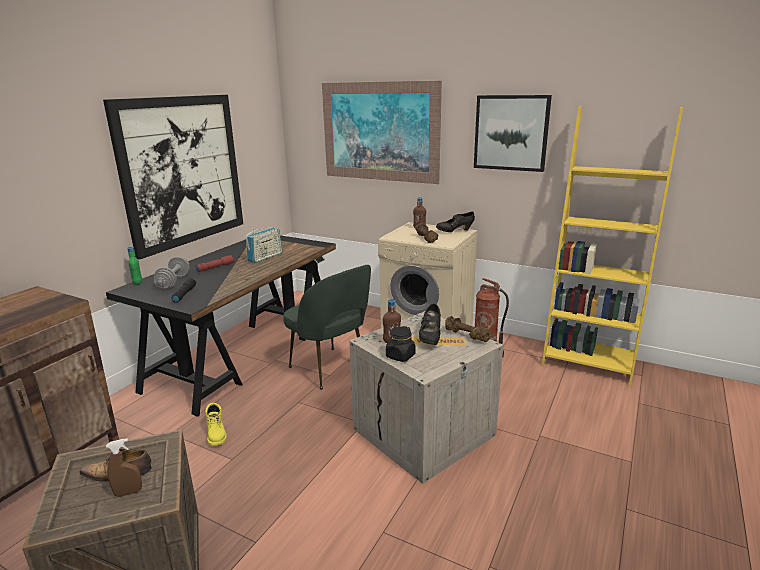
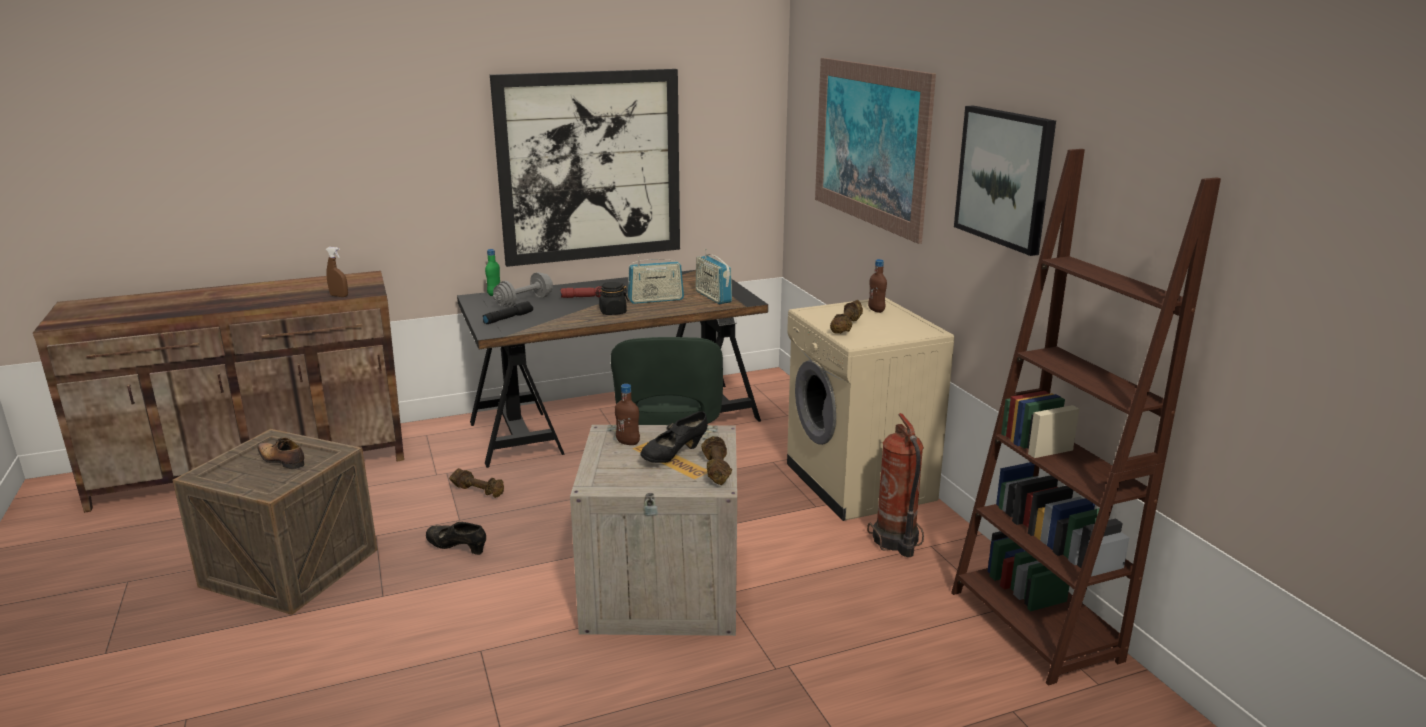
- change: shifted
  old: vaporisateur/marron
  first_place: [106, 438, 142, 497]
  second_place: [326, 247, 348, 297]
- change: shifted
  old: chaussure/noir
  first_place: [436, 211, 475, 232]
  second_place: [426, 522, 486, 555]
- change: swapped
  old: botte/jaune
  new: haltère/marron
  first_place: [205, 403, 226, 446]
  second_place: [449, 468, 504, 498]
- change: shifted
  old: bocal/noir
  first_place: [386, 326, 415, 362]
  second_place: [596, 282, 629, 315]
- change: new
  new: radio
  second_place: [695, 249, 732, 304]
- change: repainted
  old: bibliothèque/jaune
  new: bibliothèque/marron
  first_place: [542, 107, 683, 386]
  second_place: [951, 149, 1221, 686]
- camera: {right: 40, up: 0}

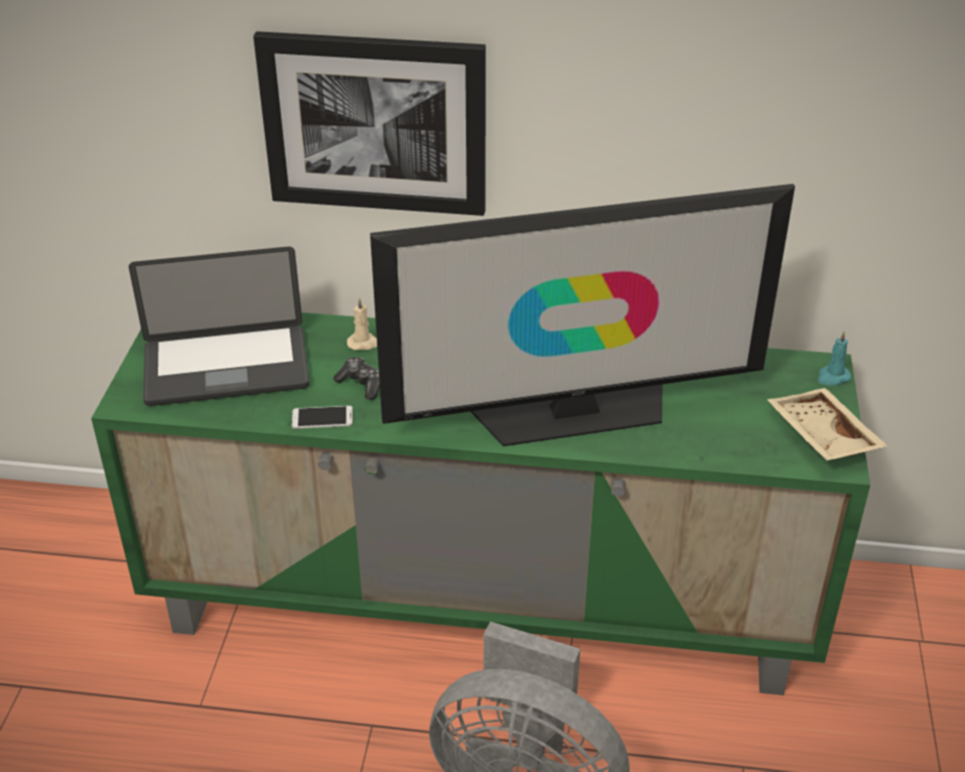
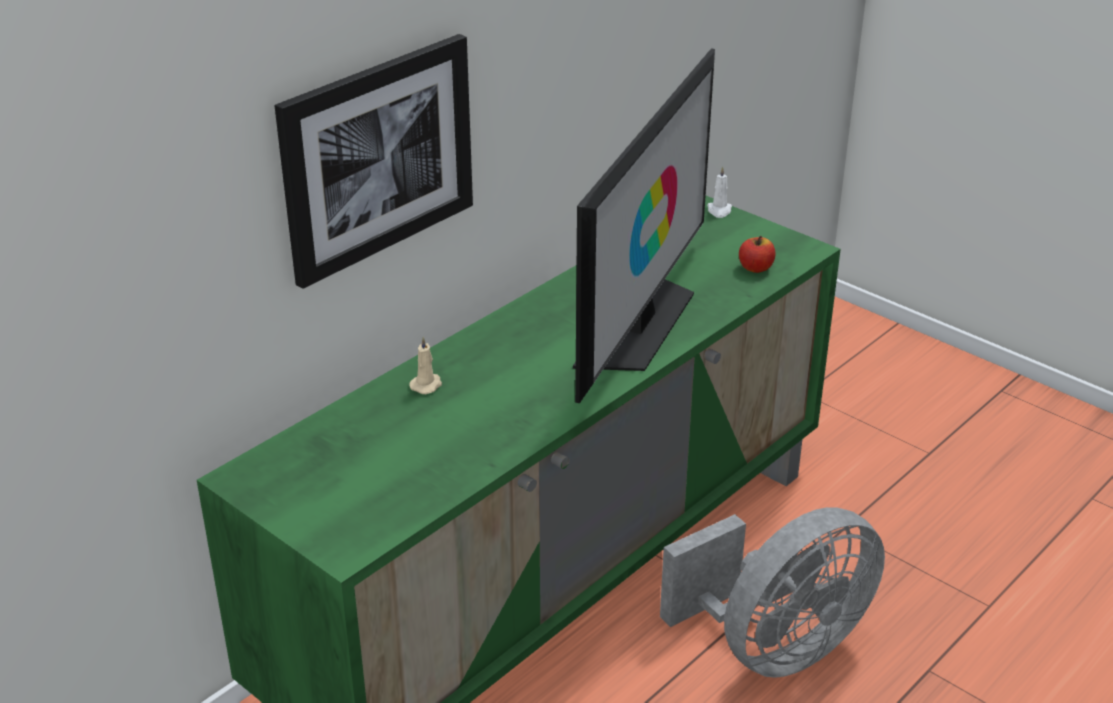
- change: repainted
  old: bougie/turquoise
  new: bougie/blanc
  first_place: [818, 331, 851, 385]
  second_place: [707, 166, 732, 218]
- change: new
  new: pomme
  second_place: [739, 236, 776, 273]
- change: gone
  old: ordinateur portable
  first_place: [129, 247, 310, 406]
- change: gone
  old: téléphone
  first_place: [292, 406, 353, 429]
- change: gone
  old: manette
  first_place: [333, 357, 380, 400]
- change: gone
  old: plateau/beige
  first_place: [767, 388, 888, 461]
- camera: {right: -55, up: -5}

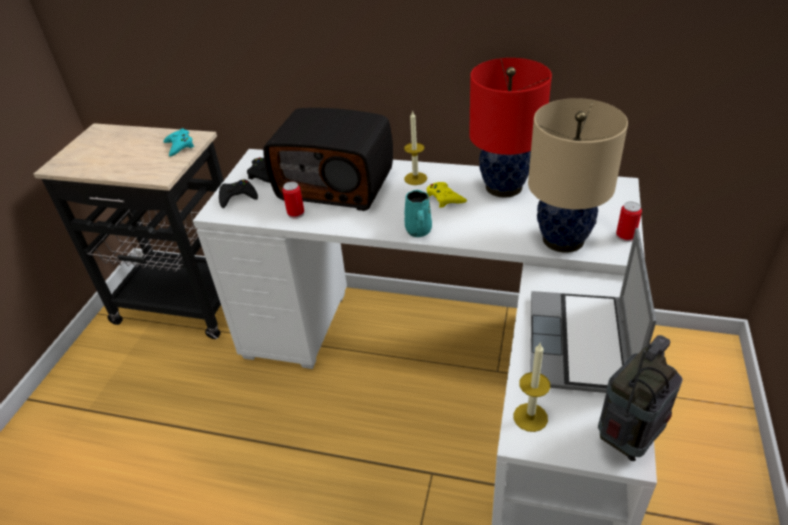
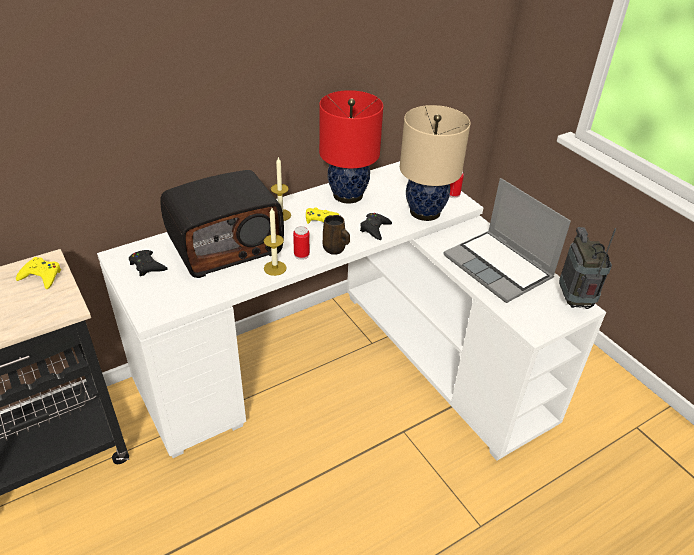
- change: repainted
  old: manette/turquoise
  new: manette/jaune
  first_place: [163, 128, 194, 156]
  second_place: [16, 257, 61, 289]
- change: shifted
  old: bougie
  first_place: [513, 342, 550, 432]
  second_place: [264, 208, 287, 276]
- change: shifted
  old: boîte métallique
  first_place: [282, 182, 304, 219]
  second_place: [293, 226, 310, 260]
- change: repainted
  old: mug/turquoise
  new: mug/marron
  first_place: [405, 190, 432, 237]
  second_place: [323, 215, 350, 255]
- change: shifted
  old: manette/noir
  first_place: [219, 179, 258, 208]
  second_place: [360, 213, 392, 240]
- camera: {right: -50, up: 0}

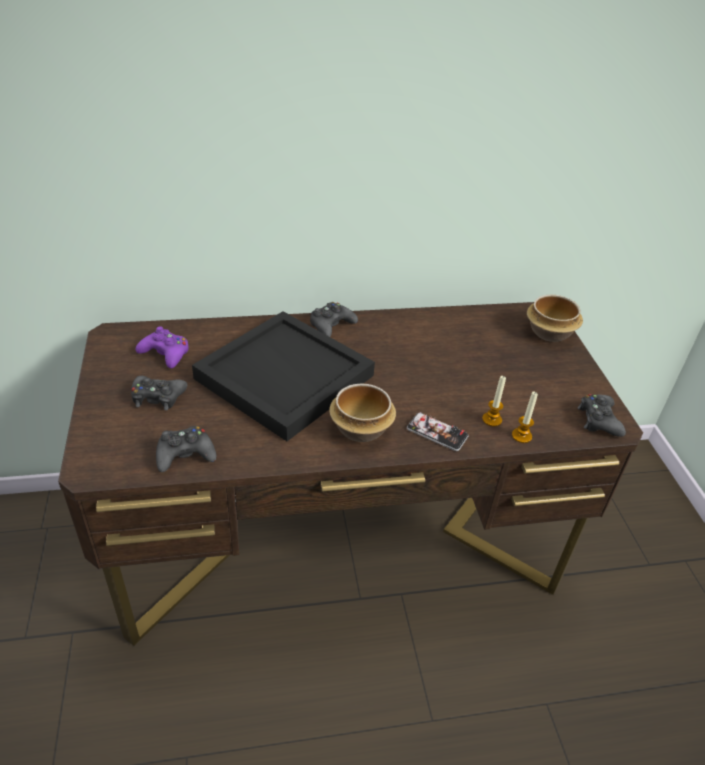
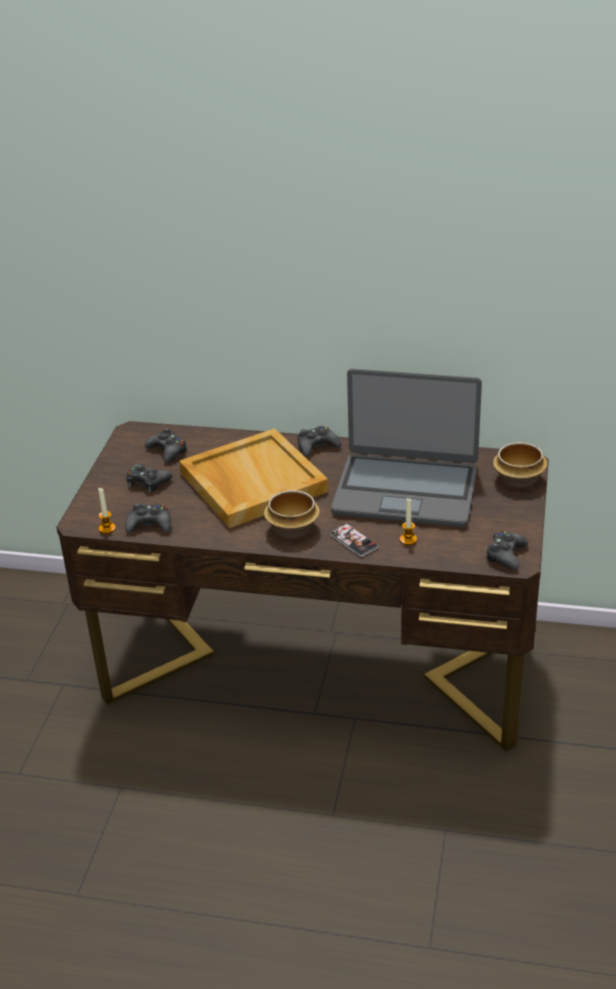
- change: shifted
  old: bougie
  first_place: [512, 391, 538, 443]
  second_place: [98, 487, 116, 534]
- change: repainted
  old: manette/violet
  new: manette/noir
  first_place: [136, 326, 189, 368]
  second_place: [145, 428, 187, 463]
- change: repainted
  old: plateau/noir
  new: plateau/beige
  first_place: [192, 311, 375, 441]
  second_place: [179, 428, 329, 528]
- change: new
  new: ordinateur portable
  second_place: [331, 369, 482, 527]
- camera: {right: 25, up: -5}

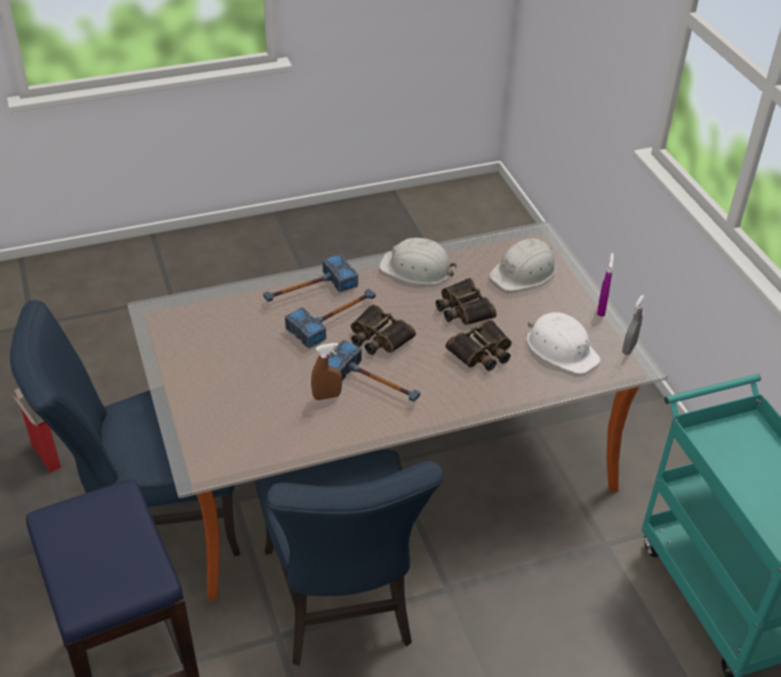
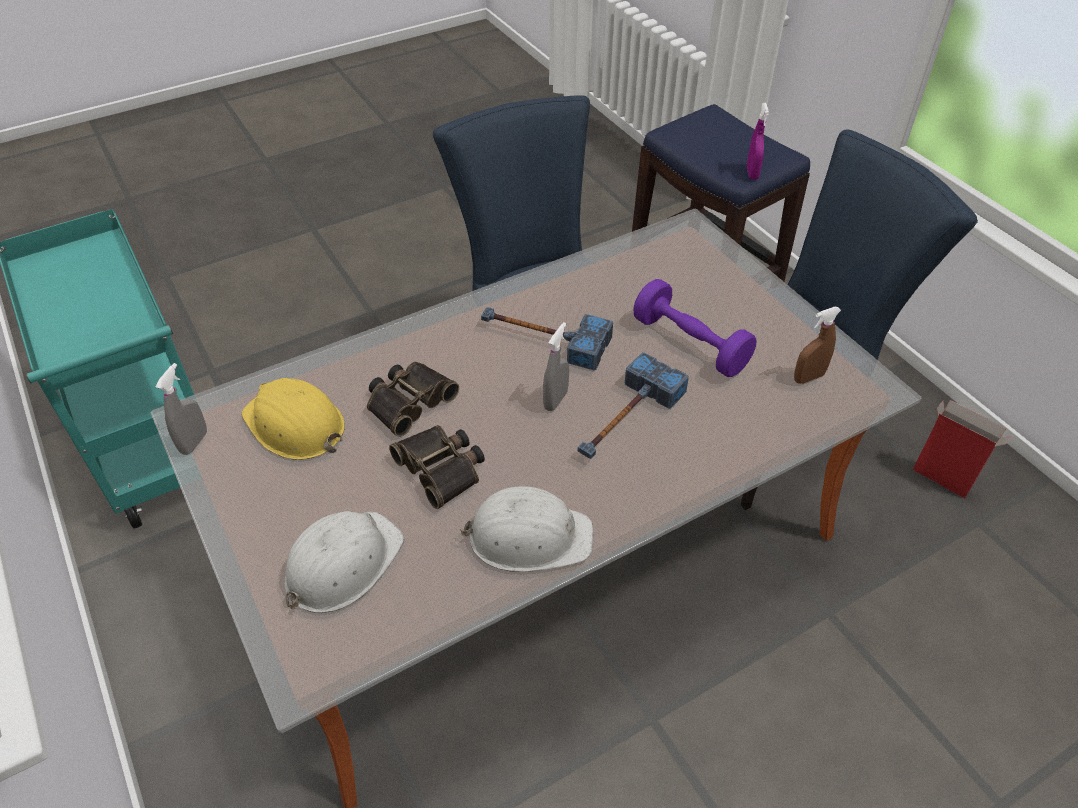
- change: repainted
  old: casque de chantier/blanc
  new: casque de chantier/jaune
  first_place: [527, 312, 601, 374]
  second_place: [242, 378, 345, 460]
- change: swapped
  old: jumelles
  new: vaporisateur/gris
  first_place: [351, 305, 416, 355]
  second_place: [543, 322, 569, 411]
- change: new
  new: haltère/violet
  second_place: [633, 279, 756, 377]
- change: shifted
  old: vaporisateur/violet
  first_place: [597, 253, 614, 317]
  second_place: [747, 103, 769, 180]
- change: shifted
  old: vaporisateur/marron
  first_place: [311, 343, 342, 400]
  second_place: [794, 306, 841, 384]
- change: gone
  old: marteau
  first_place: [263, 254, 358, 302]
- camera: {right: 170, up: 5}

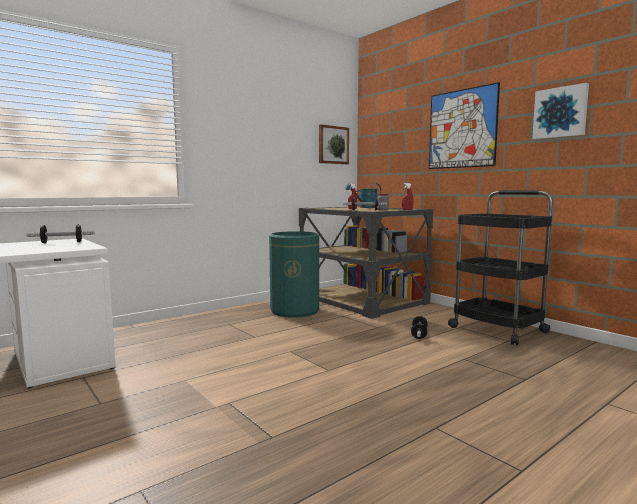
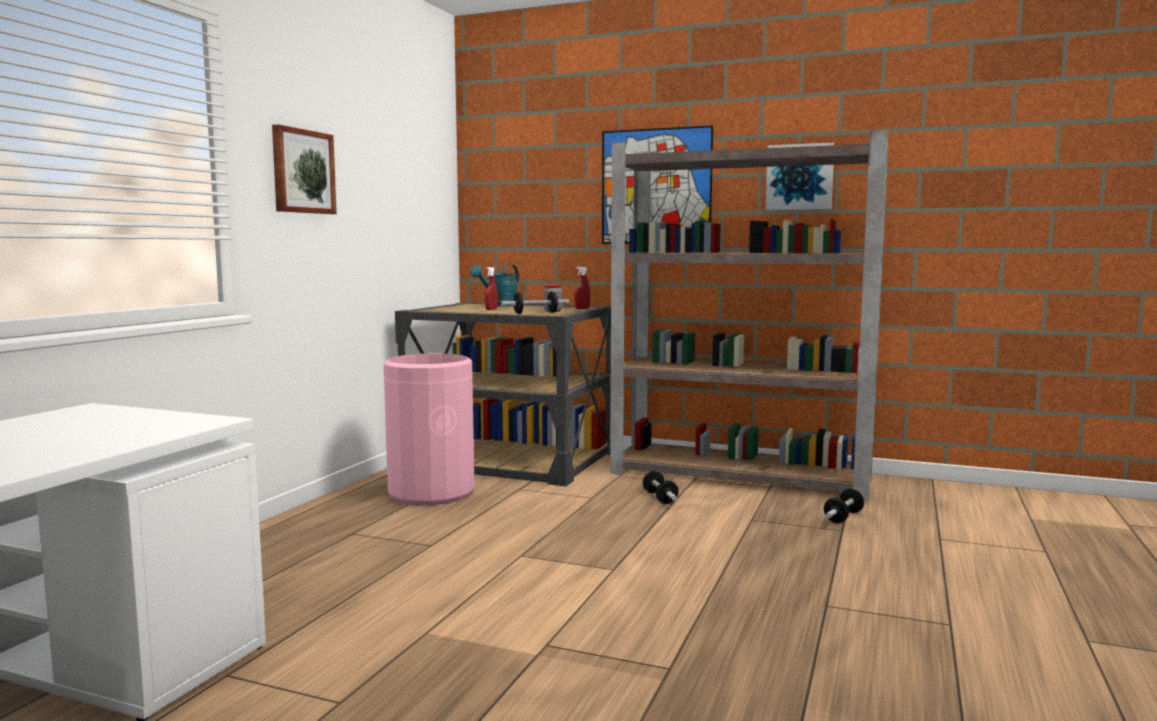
- change: shifted
  old: tableau
  first_place: [319, 124, 349, 164]
  second_place: [272, 125, 337, 214]
- change: repainted
  old: poubelle/vert
  new: poubelle/rose
  first_place: [269, 231, 319, 318]
  second_place: [384, 353, 474, 506]
- change: swapped
  old: chariot/noir
  new: bibliothèque/marron
  first_place: [448, 190, 552, 345]
  second_place: [610, 130, 889, 501]
- change: shifted
  old: haltère
  first_place: [26, 224, 95, 244]
  second_place: [824, 489, 864, 523]
- camera: {right: -30, up: 0}

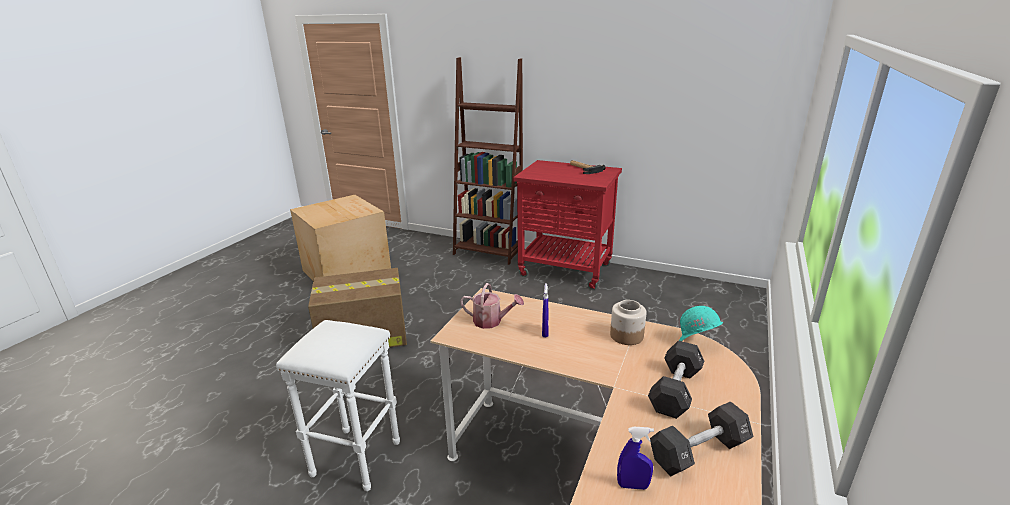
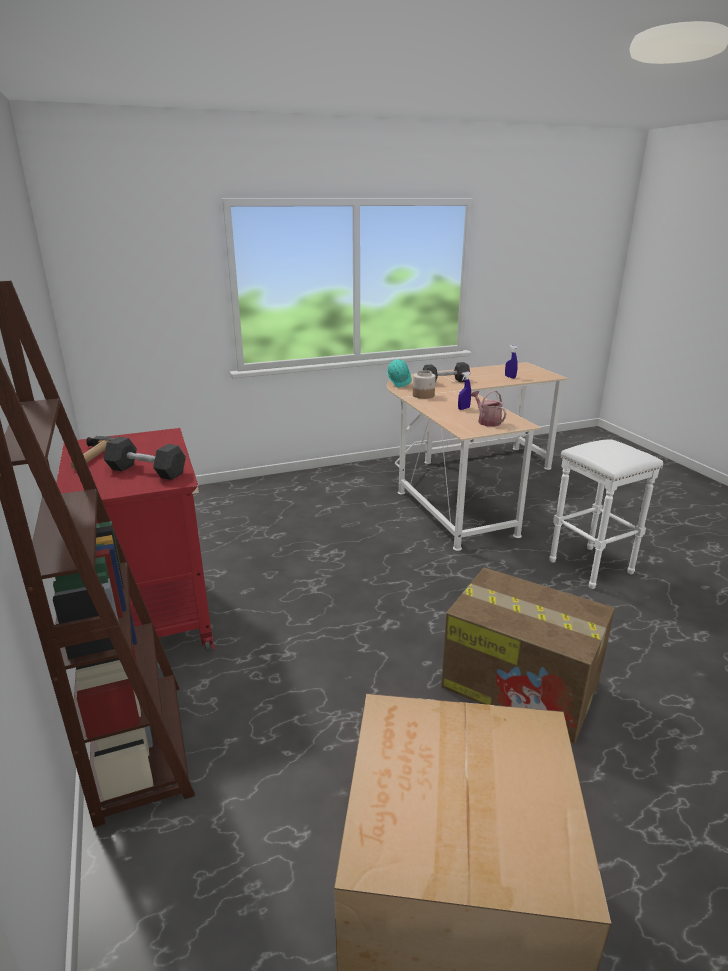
- change: shifted
  old: haltère/noir
  first_place: [650, 401, 754, 476]
  second_place: [104, 437, 186, 480]
- camera: {right: -135, up: 0}

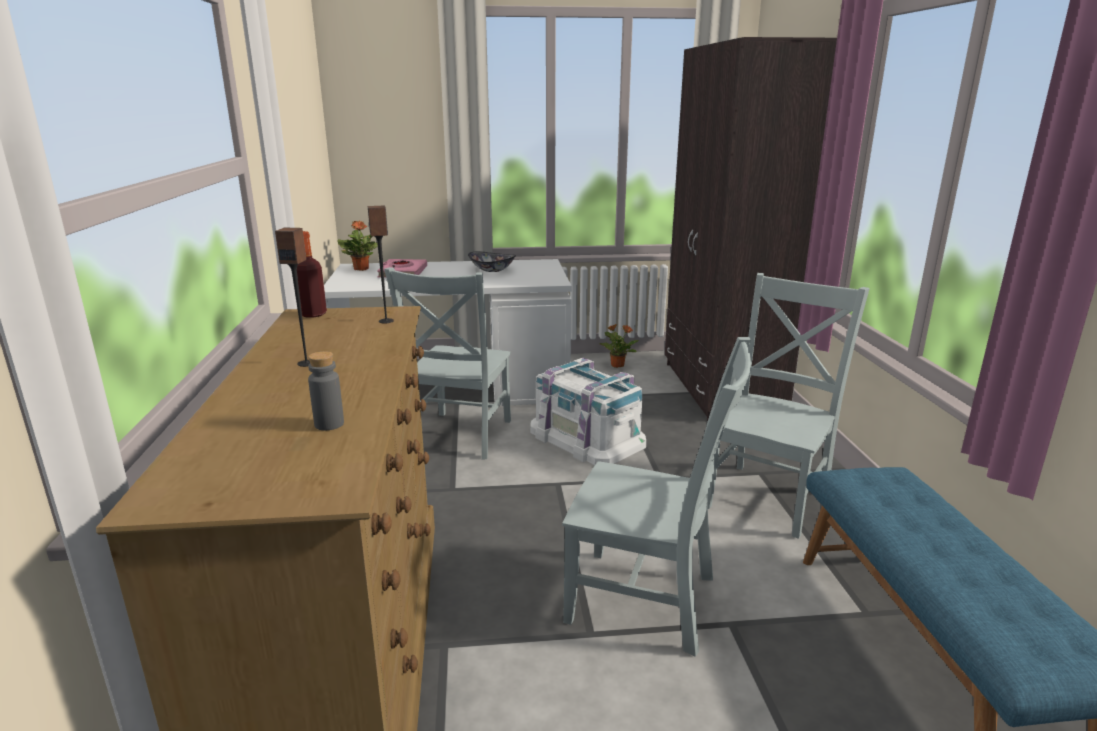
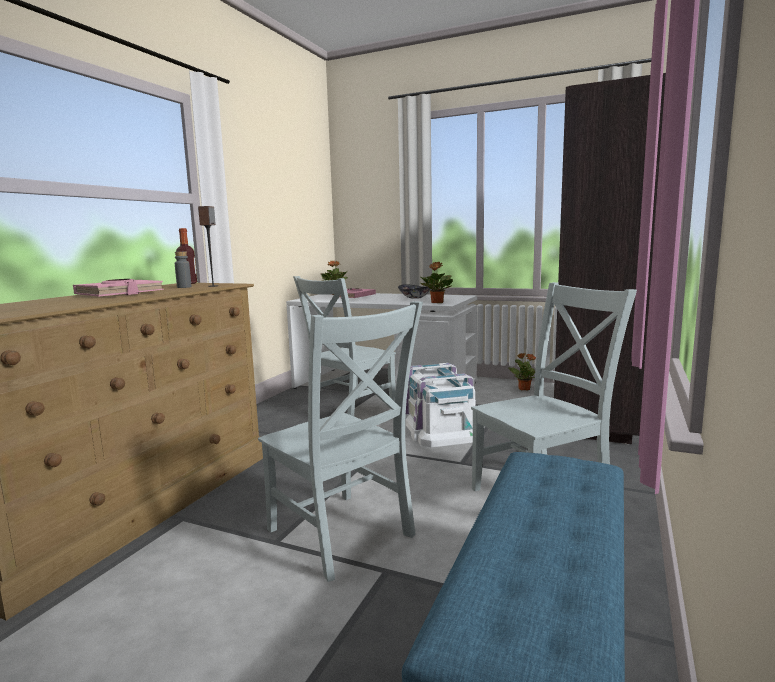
- change: swapped
  old: enceinte
  new: livre/rose
  first_place: [275, 228, 310, 367]
  second_place: [73, 279, 164, 297]
- change: shifted
  old: bouteille/gris
  first_place: [308, 351, 344, 430]
  second_place: [175, 252, 192, 288]
- change: new
  new: plante en pot
  second_place: [420, 262, 453, 303]
- camera: {right: 30, up: -10}

